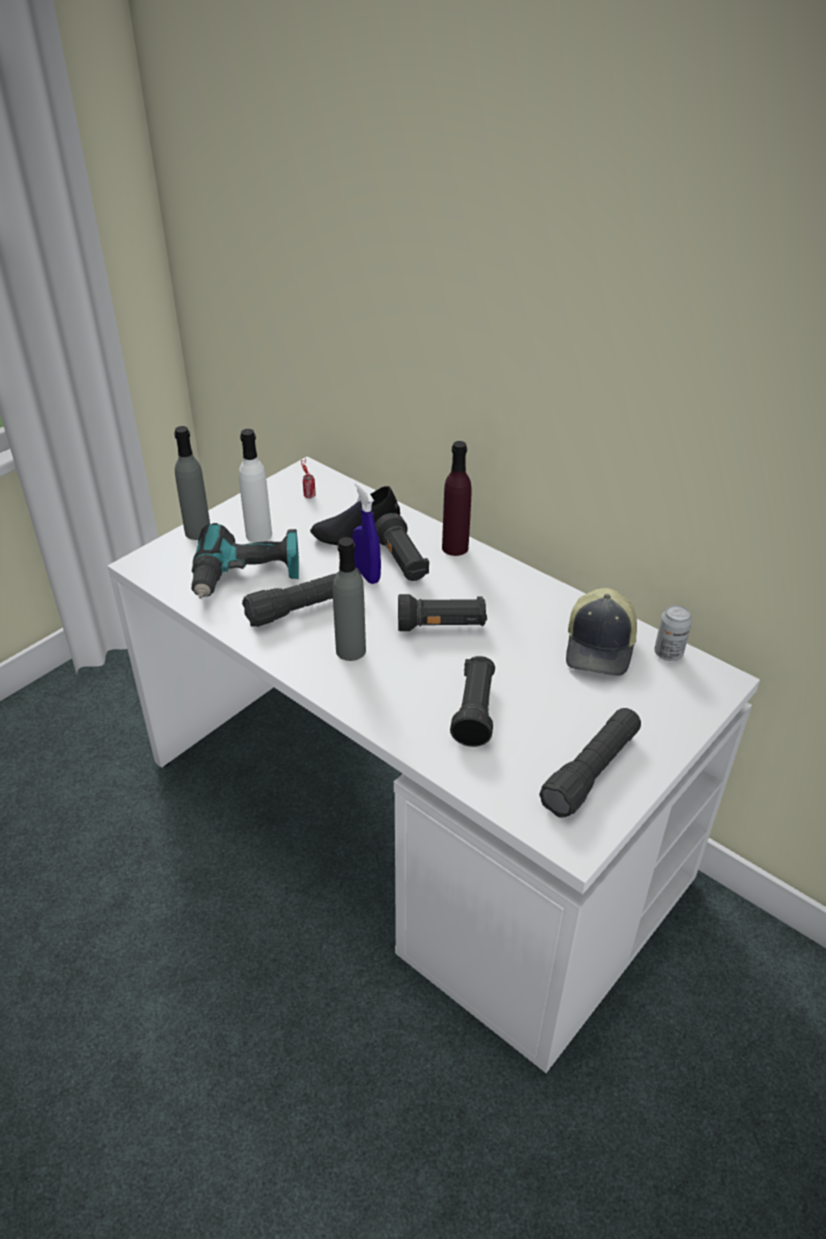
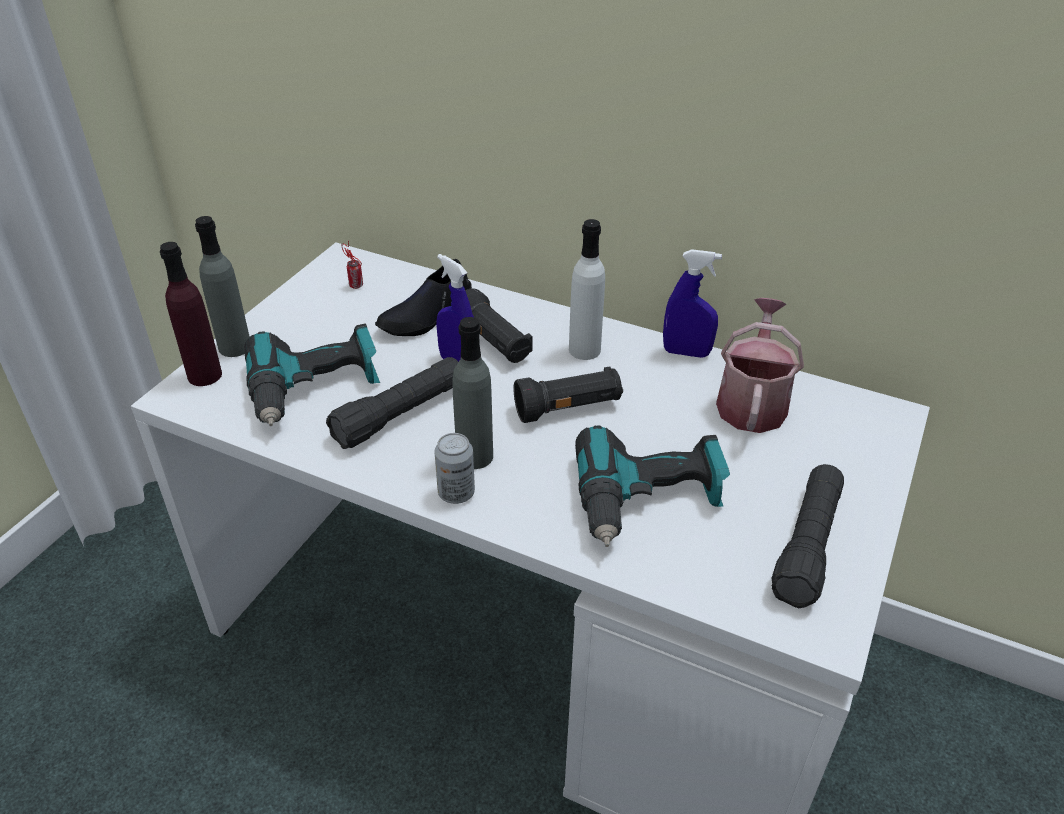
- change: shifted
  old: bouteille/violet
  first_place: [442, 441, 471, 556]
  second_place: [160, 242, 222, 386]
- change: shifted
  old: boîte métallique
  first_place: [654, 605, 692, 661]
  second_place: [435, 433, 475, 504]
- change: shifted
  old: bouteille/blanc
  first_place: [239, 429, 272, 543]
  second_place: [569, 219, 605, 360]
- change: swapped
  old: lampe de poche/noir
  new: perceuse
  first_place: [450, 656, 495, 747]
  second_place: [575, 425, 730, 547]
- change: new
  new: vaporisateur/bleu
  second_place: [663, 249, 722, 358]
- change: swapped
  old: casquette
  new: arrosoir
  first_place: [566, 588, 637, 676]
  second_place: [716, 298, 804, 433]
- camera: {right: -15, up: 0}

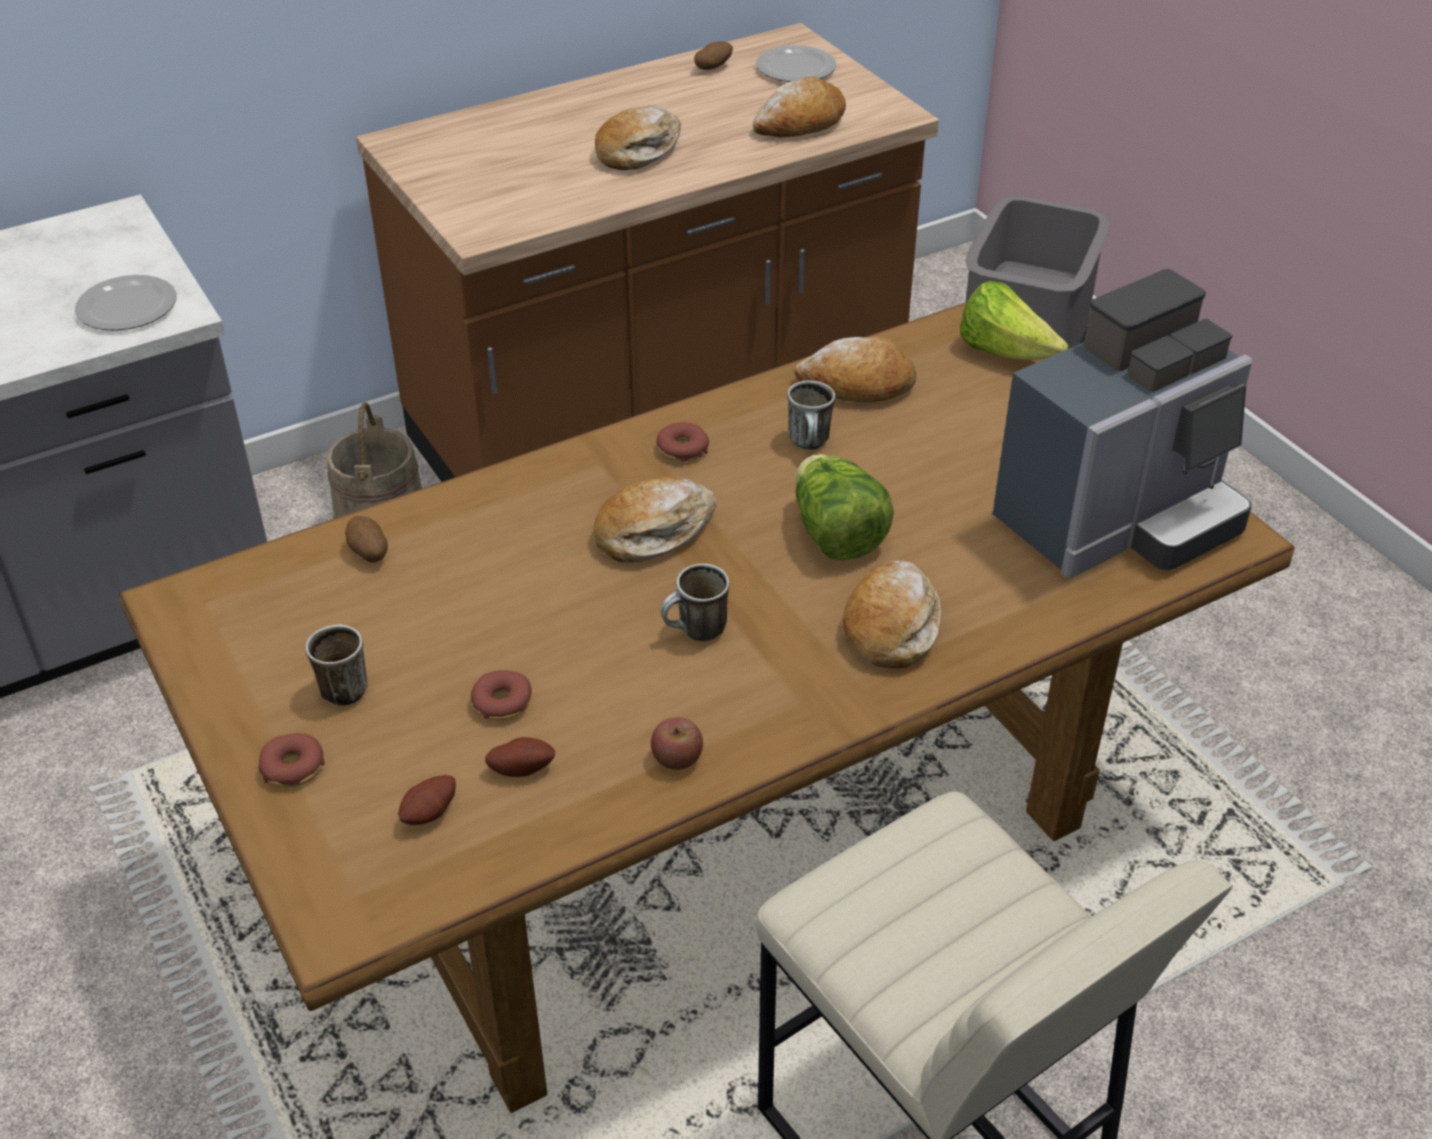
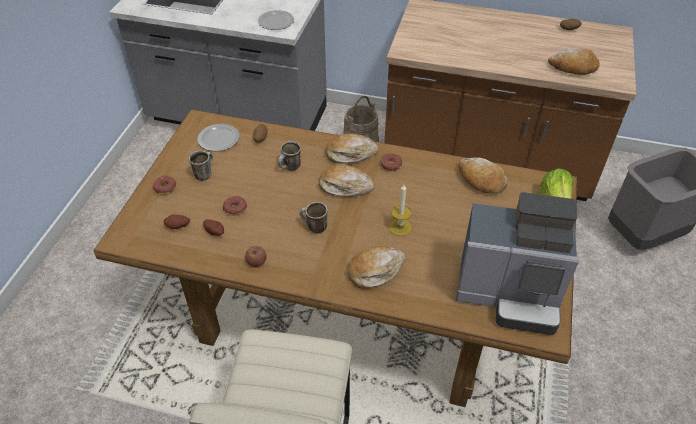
- change: shifted
  old: assiette
  first_place: [756, 45, 836, 82]
  second_place: [198, 124, 240, 151]
- change: shifted
  old: mug
  first_place: [787, 380, 835, 450]
  second_place: [278, 141, 301, 171]
- change: shifted
  old: pain
  first_place: [595, 105, 681, 170]
  second_place: [325, 134, 379, 163]
- change: swapped
  old: laitue
  new: bougie
  first_place: [795, 454, 894, 560]
  second_place: [389, 185, 412, 236]
- camera: {right: 45, up: 5}

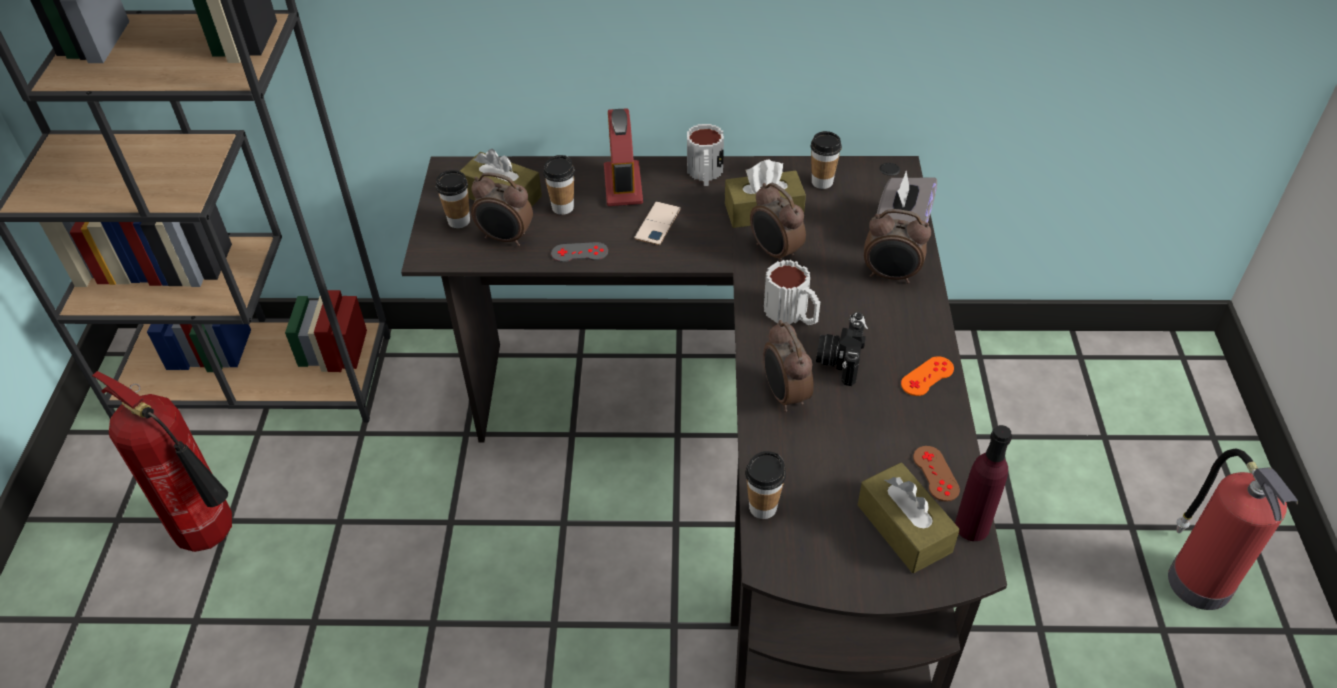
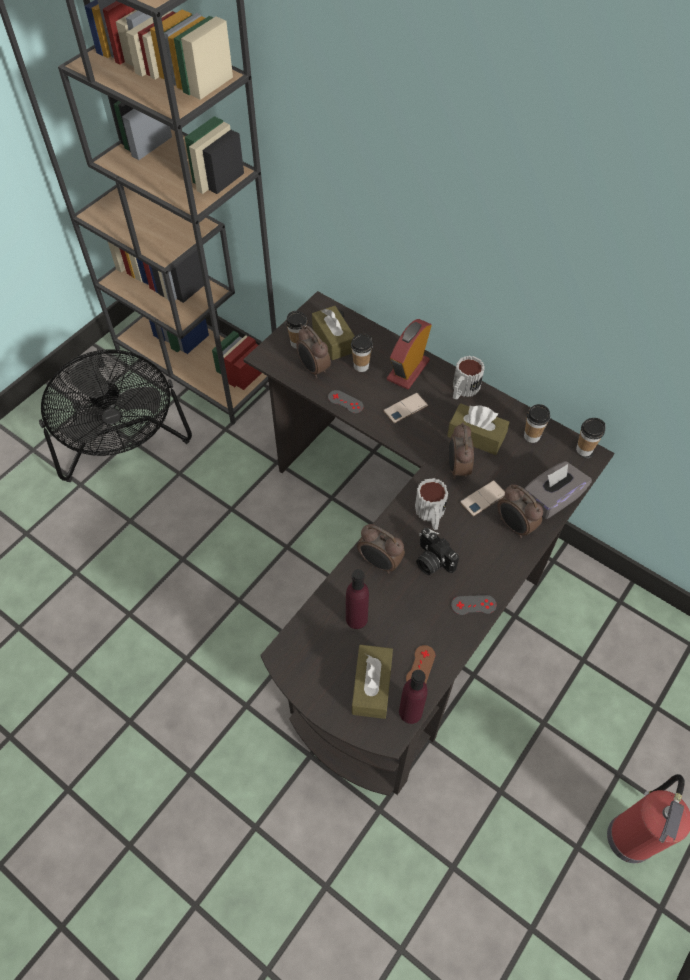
- change: swapped
  old: extincteur
  new: ventilateur/noir
  first_place: [92, 371, 232, 552]
  second_place: [39, 349, 192, 482]
- change: new
  new: bouteille/violet
  second_place: [346, 569, 369, 629]
- change: rotated
  old: réveil
  first_place: [763, 320, 814, 412]
  second_place: [357, 524, 405, 573]
  degrees: -75
- change: rotated
  old: appareil photo
  first_place: [816, 312, 868, 386]
  second_place: [416, 528, 459, 575]
  degrees: -90
- change: repainted
  old: manette/orange
  new: manette/gris
  first_place: [901, 356, 954, 396]
  second_place: [451, 595, 497, 615]
- change: new
  new: téléphone
  second_place: [460, 480, 505, 516]
- change: shifted
  old: tasse
  first_place: [745, 451, 786, 519]
  second_place: [576, 418, 606, 456]
- camera: {right: 35, up: 10}

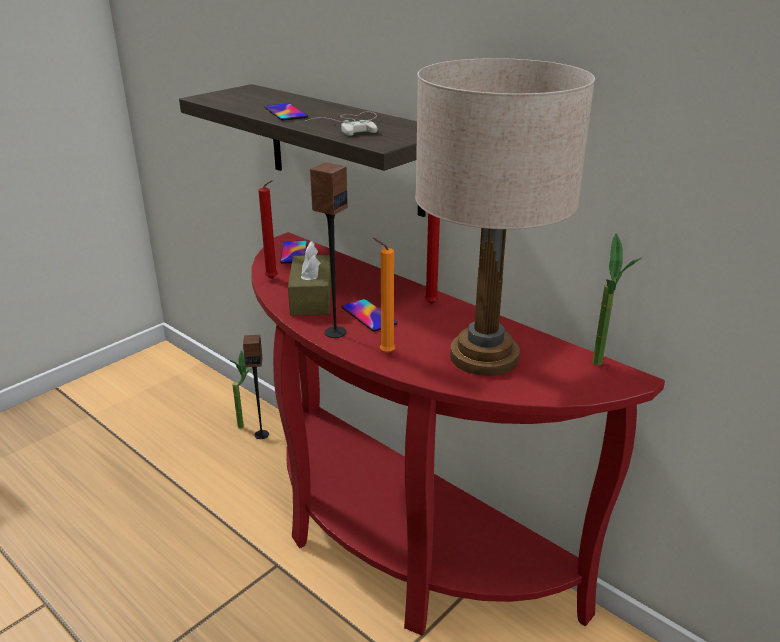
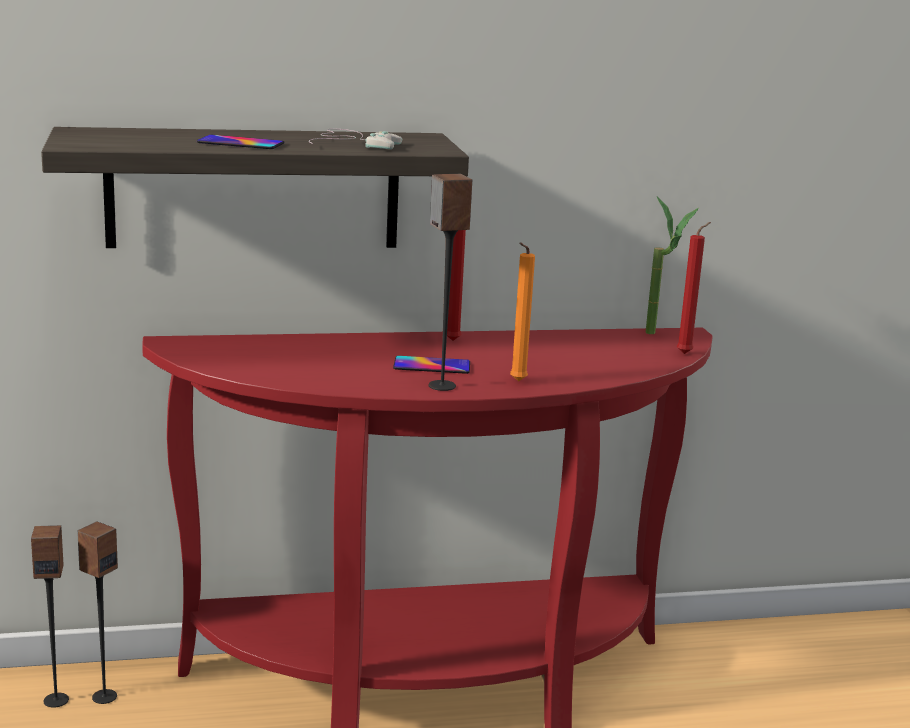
- change: swapped
  old: plante en pot
  new: enceinte
  first_place: [229, 350, 252, 429]
  second_place: [31, 525, 69, 708]
- change: shifted
  old: bougie/rouge
  first_place: [258, 180, 278, 279]
  second_place: [677, 222, 711, 354]
- change: gone
  old: téléphone
  first_place: [280, 241, 307, 263]
- change: gone
  old: boîte à mouchoirs/marron
  first_place: [288, 241, 331, 316]
- change: gone
  old: lampe de table/beige
  first_place: [415, 58, 595, 376]
- camera: {right: -55, up: -10}

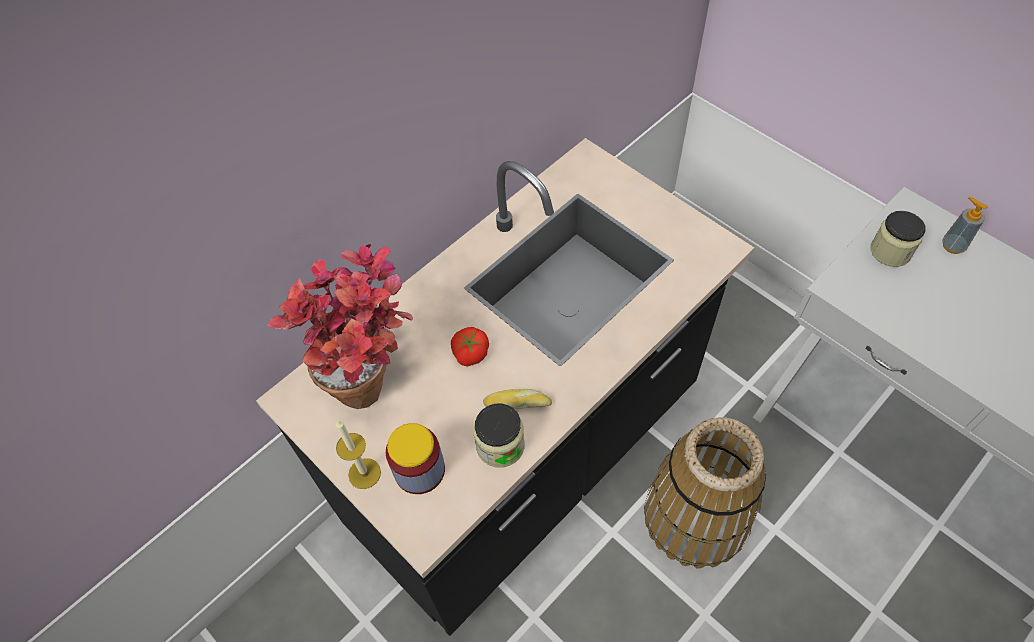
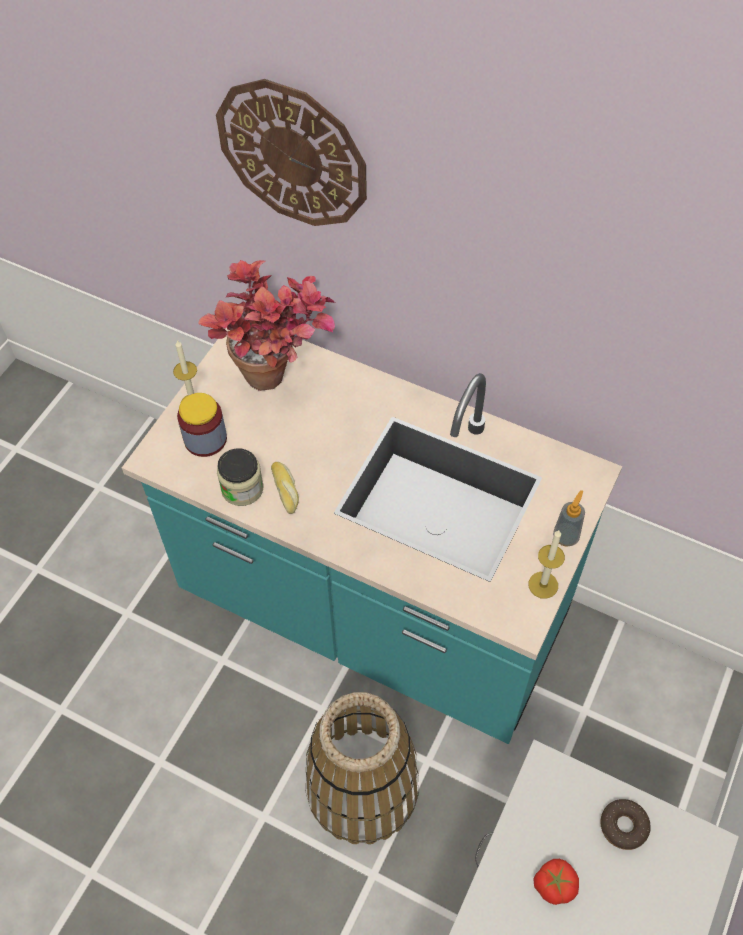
- change: repainted
  old: comptoir de cuisine/noir
  new: comptoir de cuisine/turquoise
  first_place: [256, 138, 754, 636]
  second_place: [122, 328, 622, 744]
- change: new
  new: horloge murale
  second_place: [216, 79, 367, 226]
- change: new
  new: bougie
  second_place: [529, 530, 565, 599]
- change: shifted
  old: tomate
  first_place: [451, 327, 489, 367]
  second_place: [534, 859, 579, 905]
- change: shifted
  old: distributeur de savon
  first_place: [942, 197, 988, 254]
  second_place: [553, 490, 585, 547]
- change: swapped
  old: bocal
  new: beignet
  first_place: [870, 211, 926, 267]
  second_place: [600, 799, 651, 850]
- camera: {right: 70, up: 0}

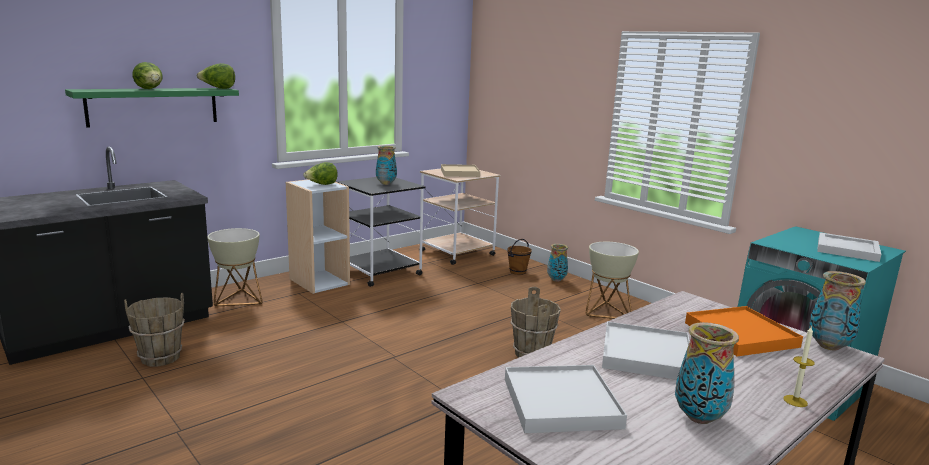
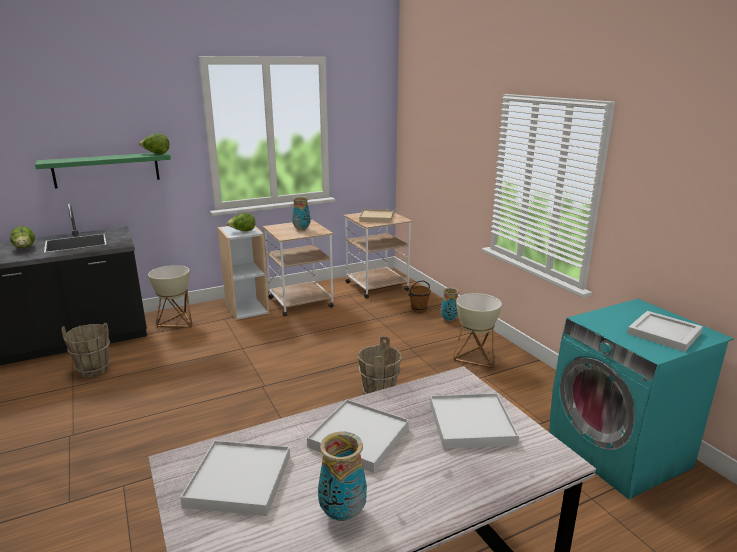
- change: shifted
  old: laitue
  first_place: [132, 62, 163, 89]
  second_place: [10, 226, 35, 248]
- change: repainted
  old: chariot/noir
  new: chariot/beige
  first_place: [337, 177, 426, 287]
  second_place: [263, 220, 334, 316]
- change: repainted
  old: plateau/orange
  new: plateau/blanc
  first_place: [685, 306, 803, 357]
  second_place: [430, 393, 519, 449]
- change: gone
  old: bougie
  first_place: [783, 327, 815, 407]
- change: gone
  old: vase
  first_place: [809, 271, 866, 351]
- camera: {right: 15, up: 5}

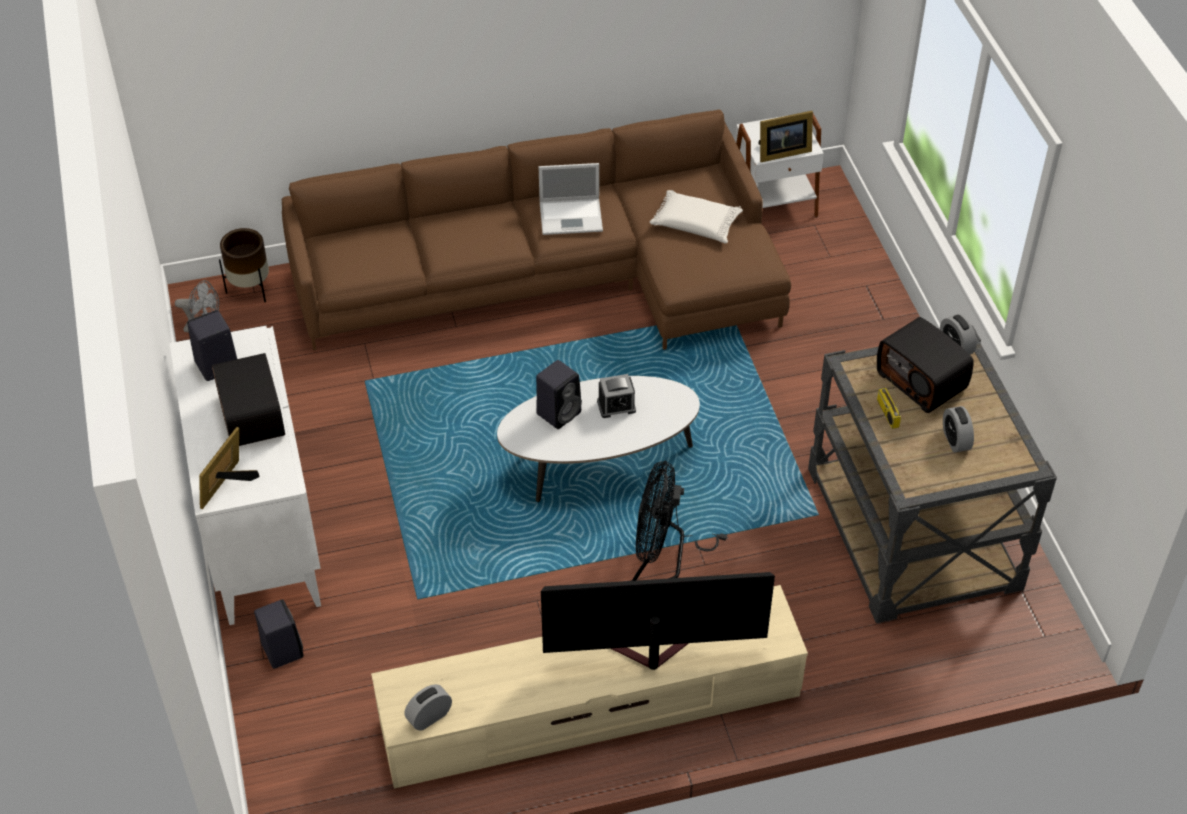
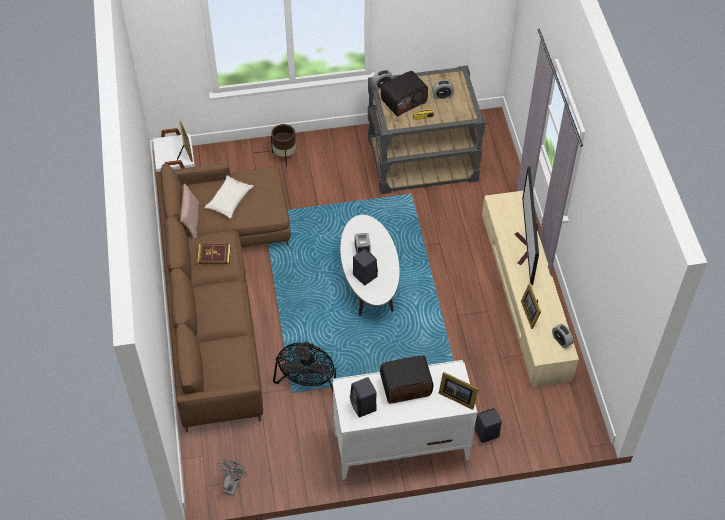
- change: new
  new: coussin/beige
  second_place: [180, 184, 199, 239]
- change: swapped
  old: ordinateur portable
  new: livre
  first_place: [539, 163, 603, 235]
  second_place: [197, 244, 231, 265]
- change: shifted
  old: cache-pot/marron
  first_place: [219, 228, 269, 302]
  second_place: [271, 124, 296, 167]
- change: shifted
  old: ventilateur/noir
  first_place: [632, 461, 729, 581]
  second_place: [273, 341, 337, 392]
- change: new
  new: cadre photo
  second_place: [521, 284, 541, 329]
- camera: {right: -85, up: 5}

